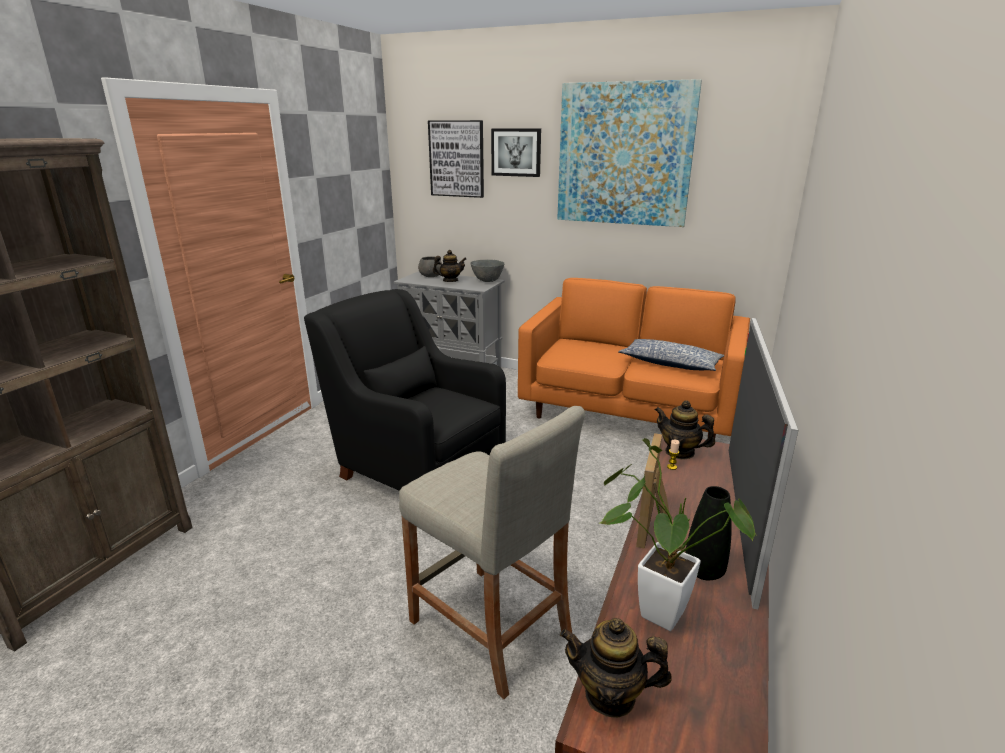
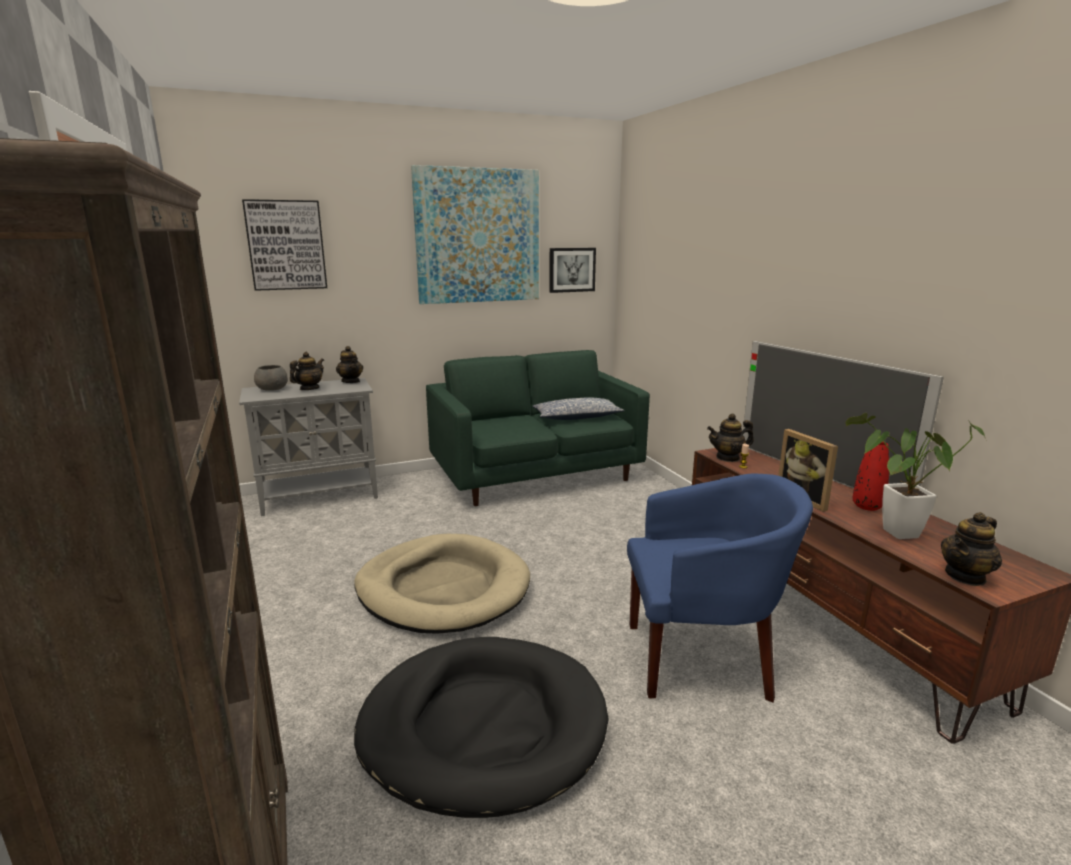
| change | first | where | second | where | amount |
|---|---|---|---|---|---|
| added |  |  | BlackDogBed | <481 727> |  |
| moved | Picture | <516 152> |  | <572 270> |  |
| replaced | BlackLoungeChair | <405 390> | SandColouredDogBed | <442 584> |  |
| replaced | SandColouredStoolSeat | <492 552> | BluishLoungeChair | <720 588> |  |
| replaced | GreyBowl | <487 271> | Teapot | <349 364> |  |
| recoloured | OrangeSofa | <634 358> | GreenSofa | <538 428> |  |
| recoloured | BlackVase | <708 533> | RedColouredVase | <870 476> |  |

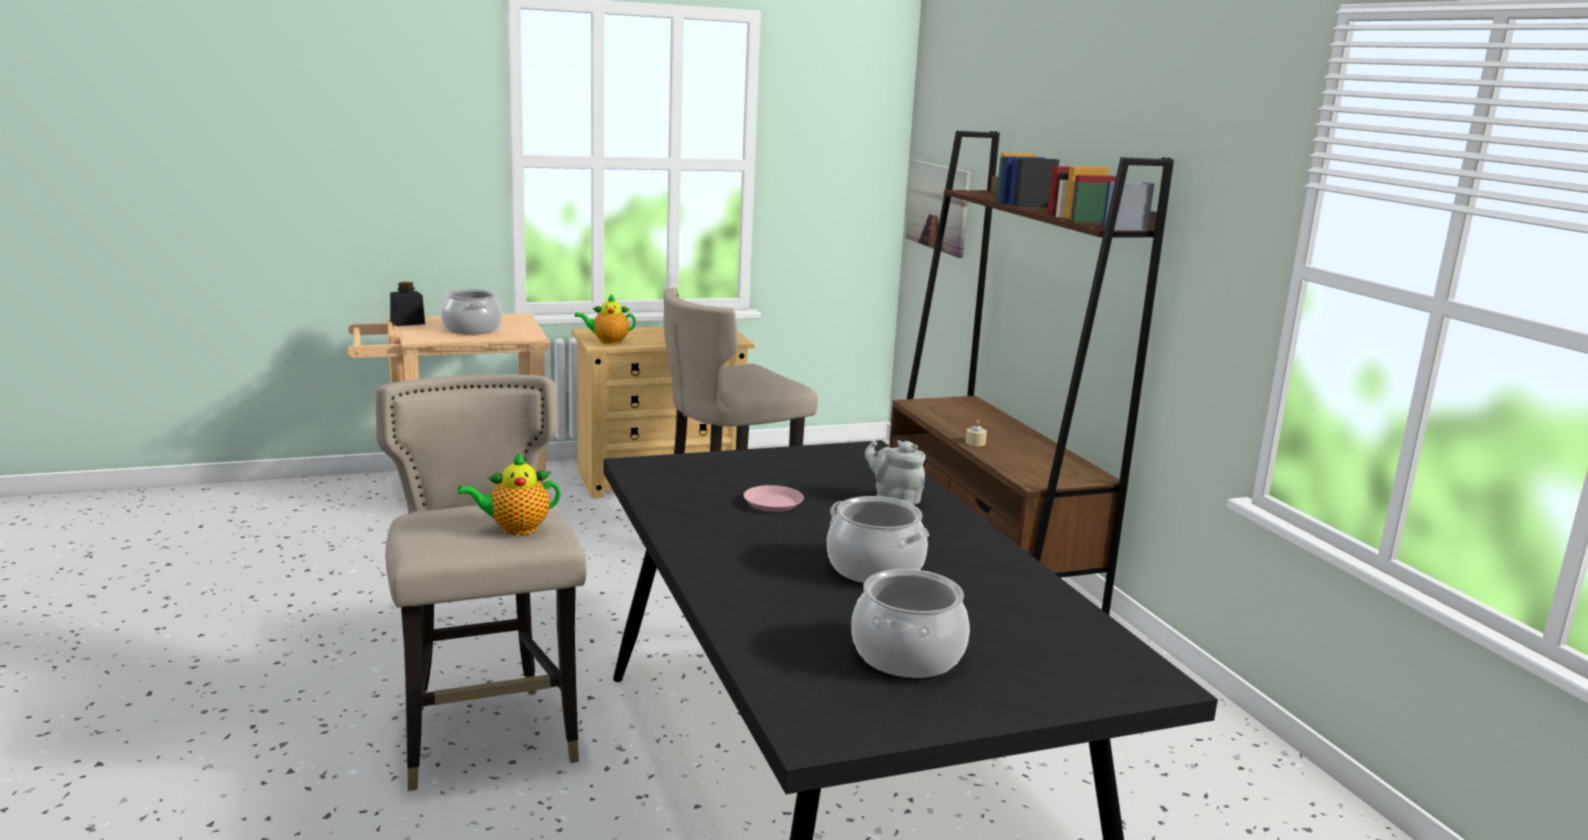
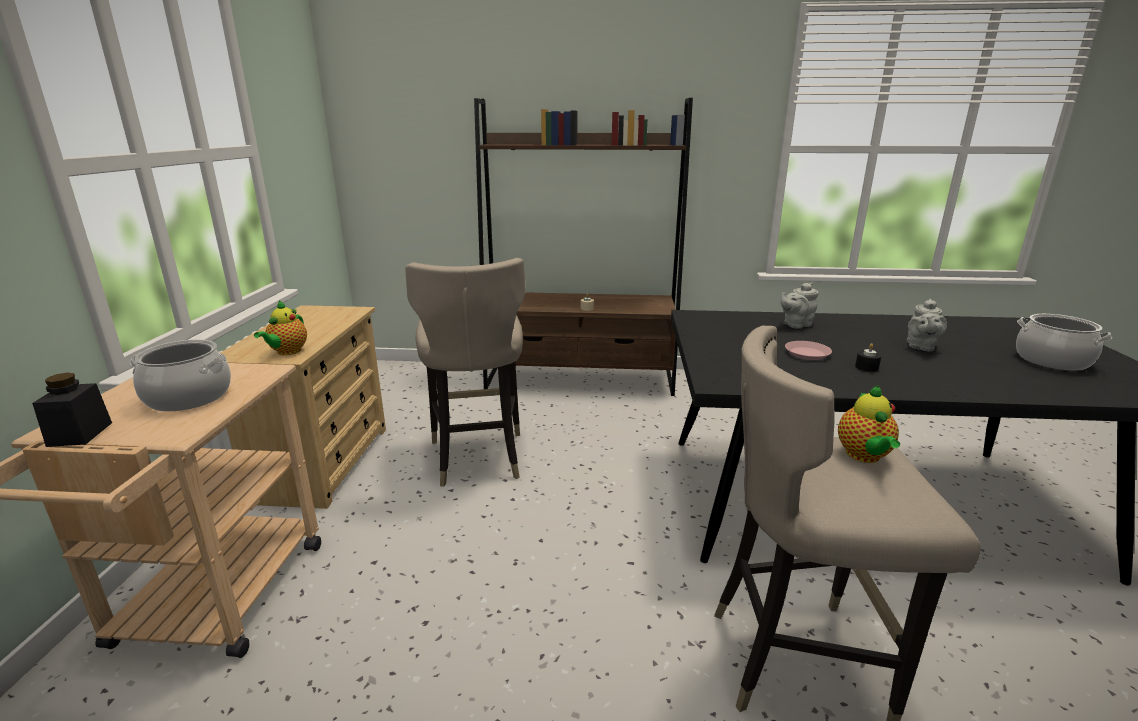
| change | first | where | second | where | amount |
|---|---|---|---|---|---|
| removed | Picture | <938 209> |  |  |  |
| added |  |  | BlackWaxLight | <868 357> |  |
| replaced | Stockpot | <878 539> | GreyTeapot | <927 325> |  |

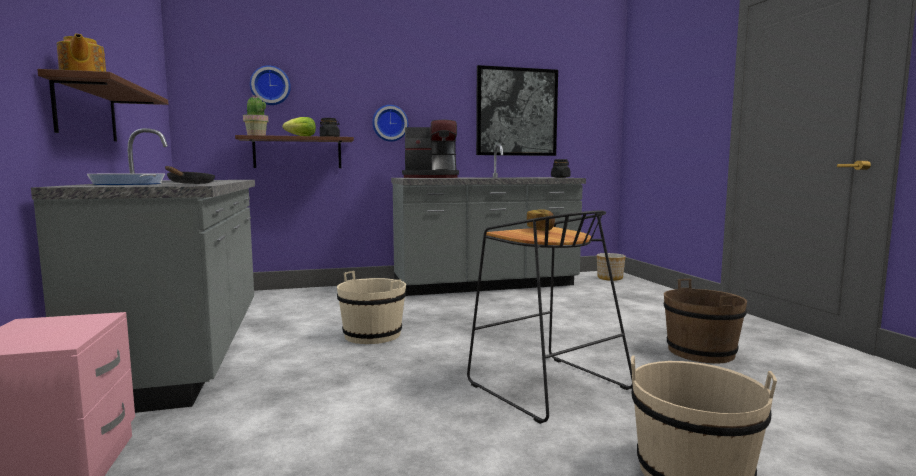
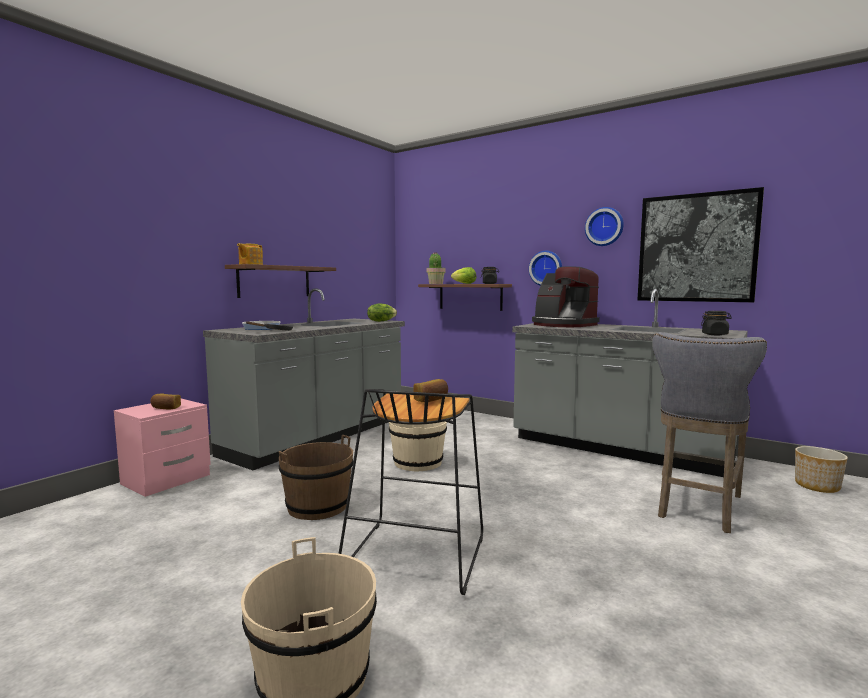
| change | first | where | second | where | amount |
|---|---|---|---|---|---|
| added |  |  | Bread | <166 401> |  |
| added |  |  | HeadOfLettuce | <382 313> |  |
| added |  |  | GreyStoolSeat | <709 432> |  |
| moved | HangingClock | <270 85> |  | <604 226> |  |
| moved | BrownColouredWaterBucket | <705 321> |  | <316 477> |  |

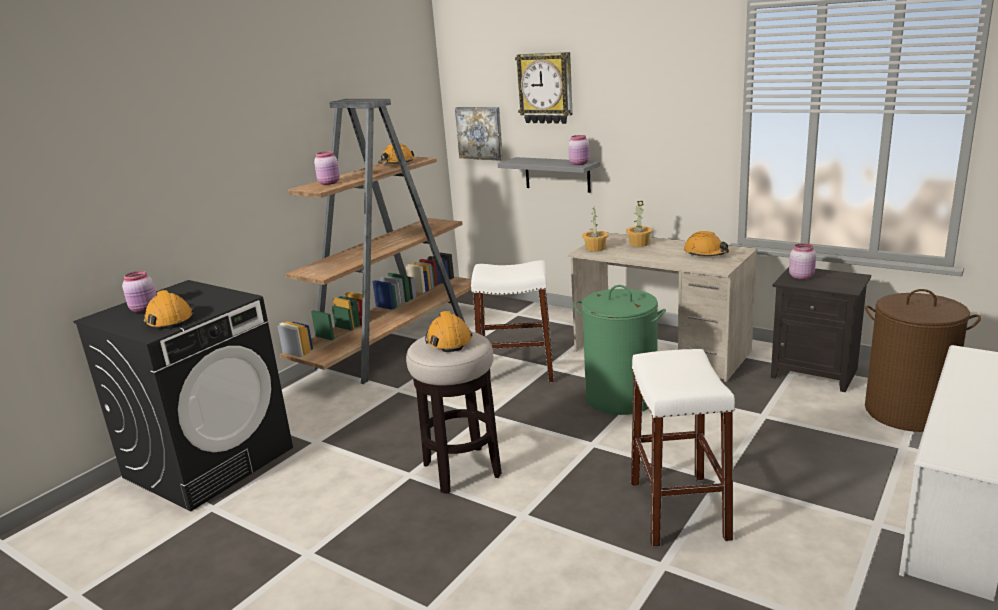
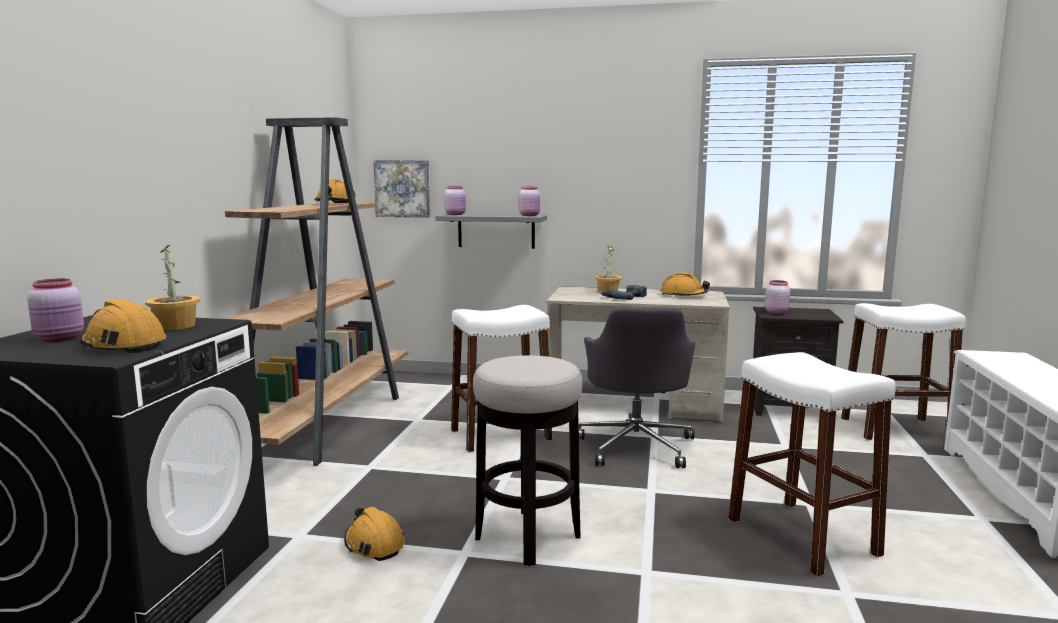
| change | first | where | second | where | amount |
|---|---|---|---|---|---|
| removed | HangingClock | <544 88> |  |  |  |
| added |  |  | PowerDrill | <623 292> |  |
| moved | PinkColouredPreserveJar | <327 168> |  | <455 200> |  |
| moved | OrangeSafetyHelmet | <448 331> |  | <374 534> |  |
| moved | PlantInAPot | <595 229> |  | <172 287> |  |
| replaced | GreenLaundryBasket | <620 350> | GreyDeskChair | <637 387> |  |
| replaced | BrownColouredLaundryBasket | <923 360> | WhitishStoolSeat | <903 371> |  |

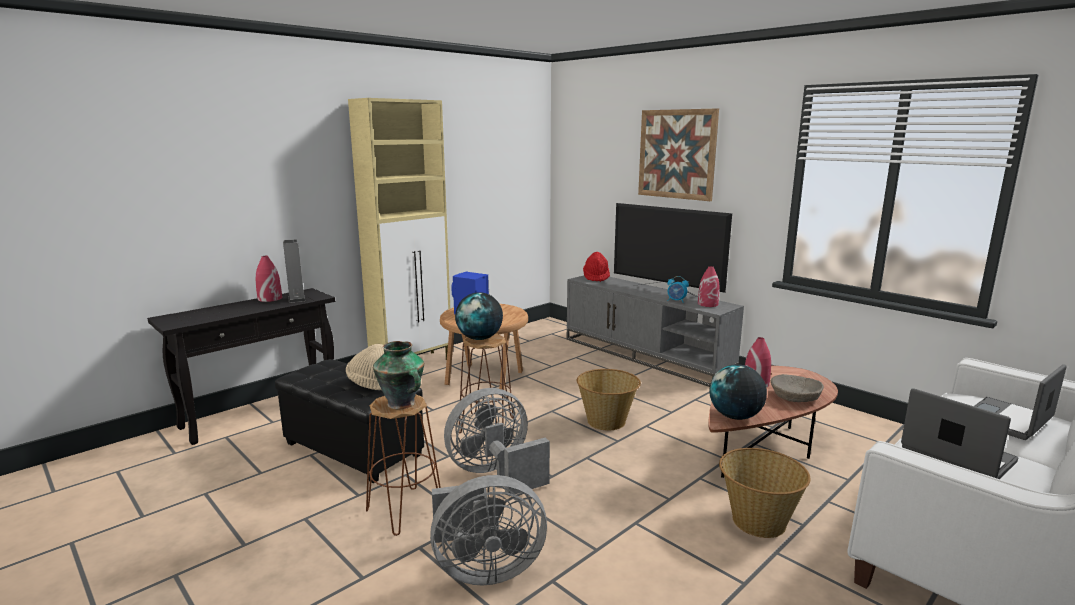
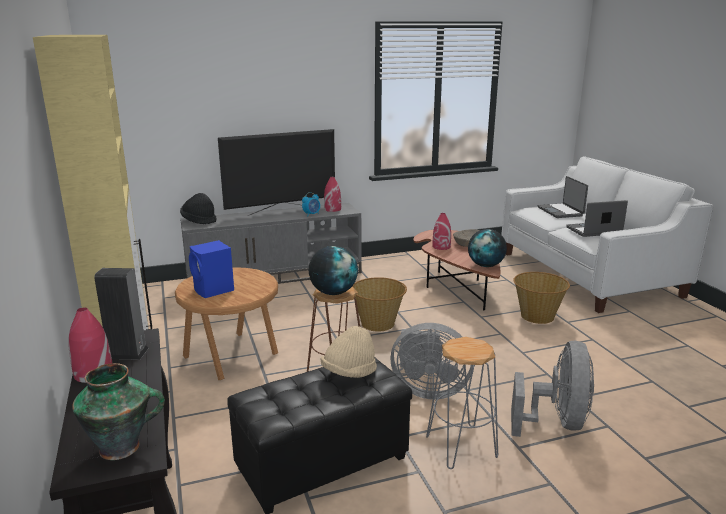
| change | first | where | second | where | amount |
|---|---|---|---|---|---|
| removed | Picture | <678 155> |  |  |  |
| moved | Vase | <398 375> |  | <118 411> |  |
| recoloured | BrownColouredStoolSeat | <403 465> | GreyStoolSeat | <462 403> |  |
| recoloured | RedColouredWearableHat | <596 267> | BlackWearableHat | <198 208> |  |
| turned | GreyFan | <497 442> |  | <432 361> | 75 degrees counterclockwise |

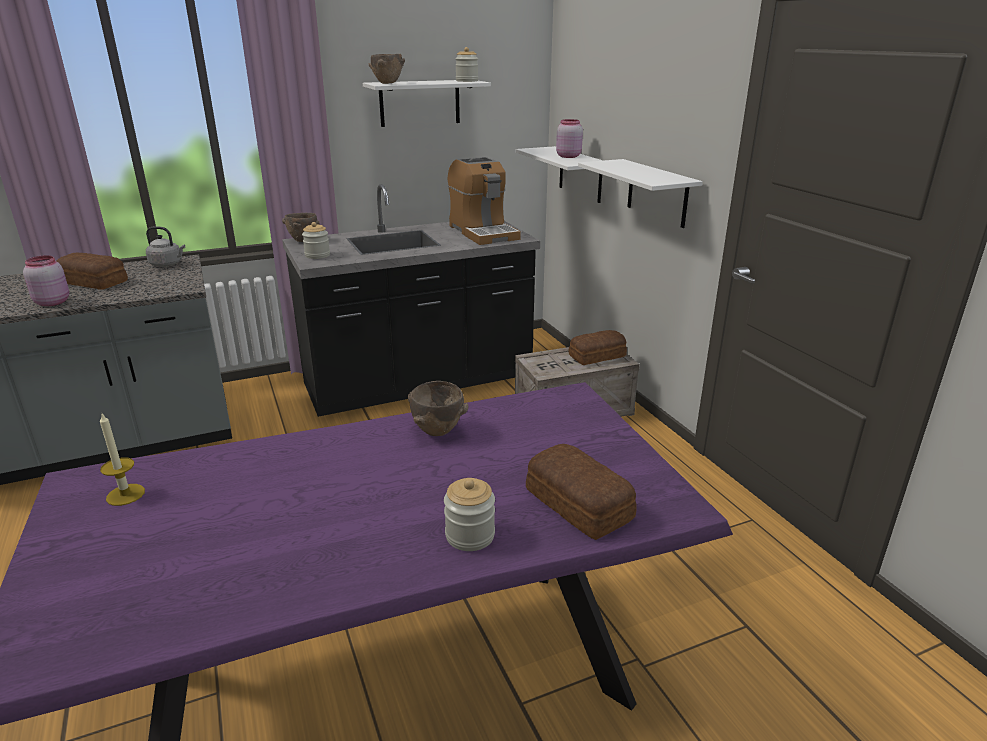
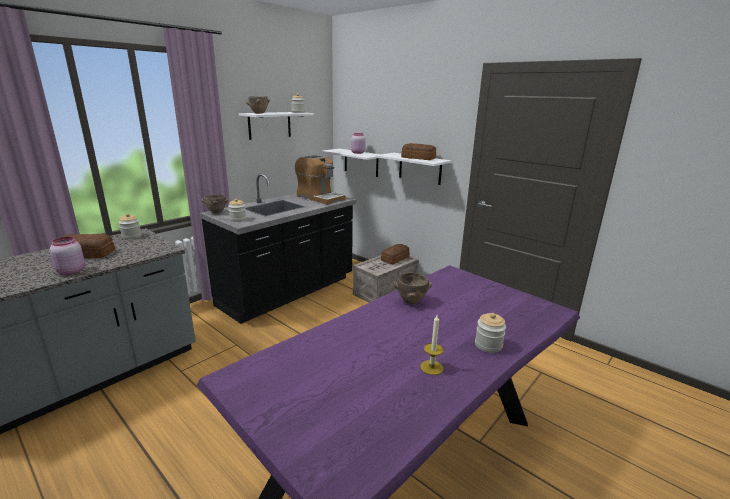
| change | first | where | second | where | amount |
|---|---|---|---|---|---|
| moved | WaxLight | <122 459> |  | <432 345> |  |
| moved | Bread | <581 492> |  | <418 151> |  |
| replaced | GreyKettle | <165 246> | PreserveJar | <130 226> |  |

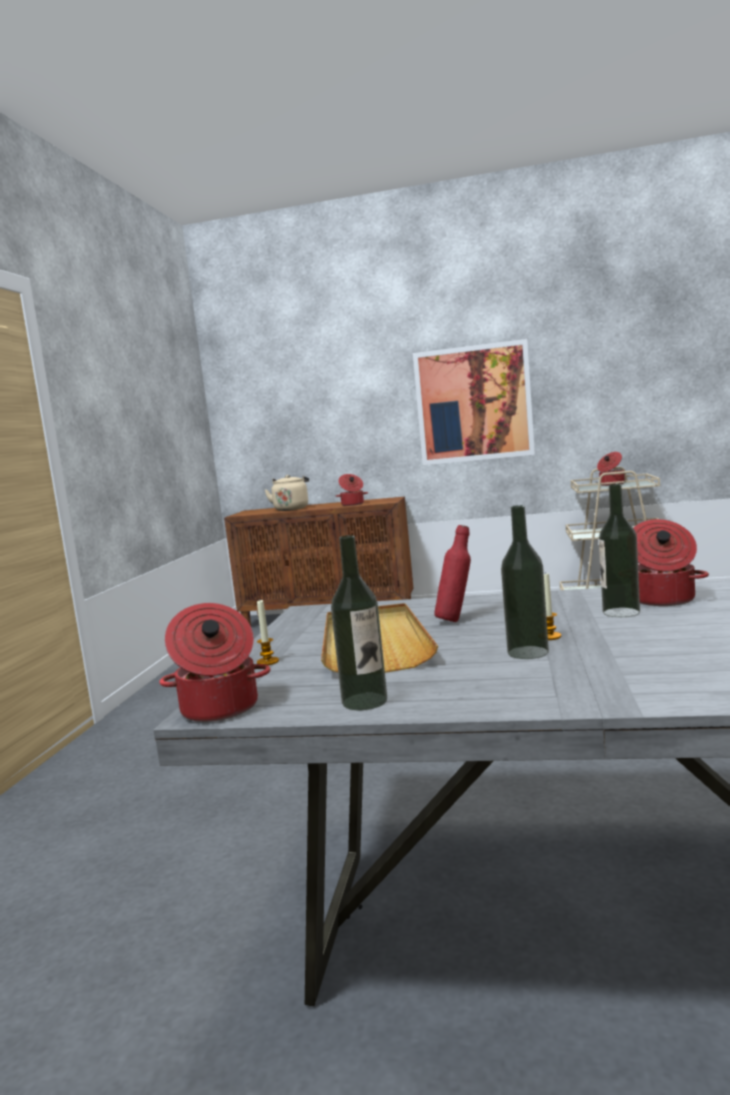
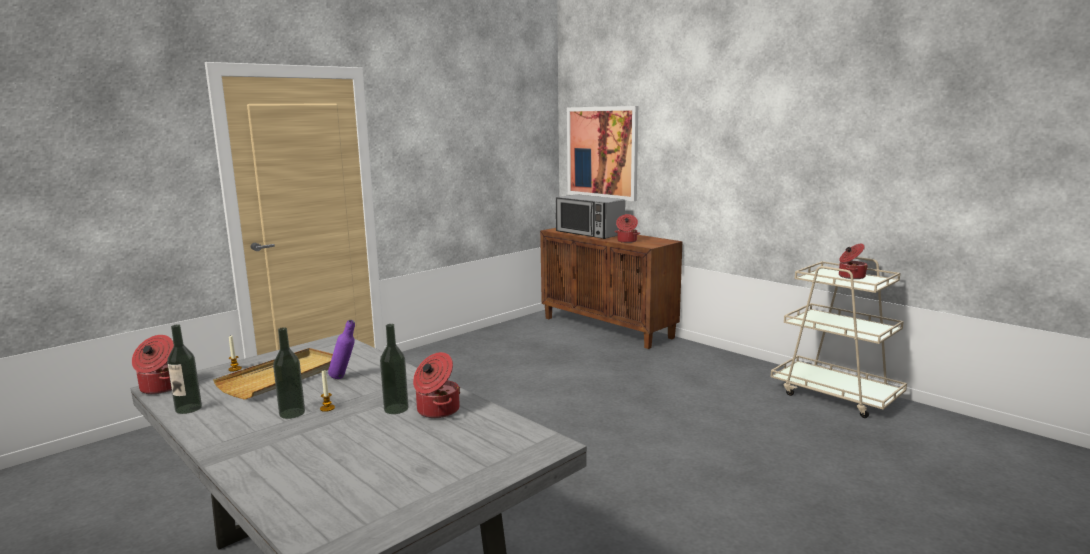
| change | first | where | second | where | amount |
|---|---|---|---|---|---|
| moved | Picture | <474 402> |  | <602 153> |  |
| replaced | SandColouredKettle | <286 493> | KitchenMicrowave | <590 216> |  |
| recoloured | RedColouredBeverageBottle | <453 573> | PurplishBeverageBottle | <341 349> |  |

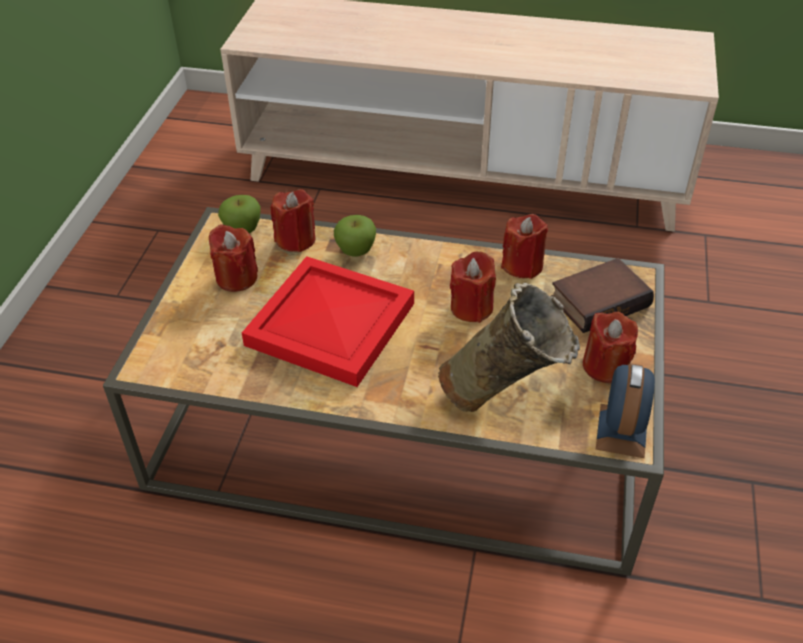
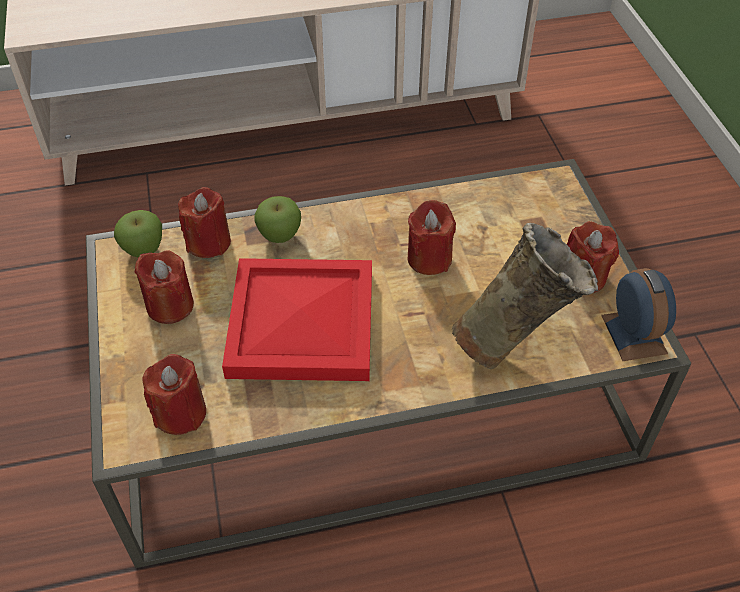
| change | first | where | second | where | amount |
|---|---|---|---|---|---|
| removed | Volume | <602 295> |  |  |  |
| moved | RedColouredWaxLight | <524 246> |  | <174 394> |  |

